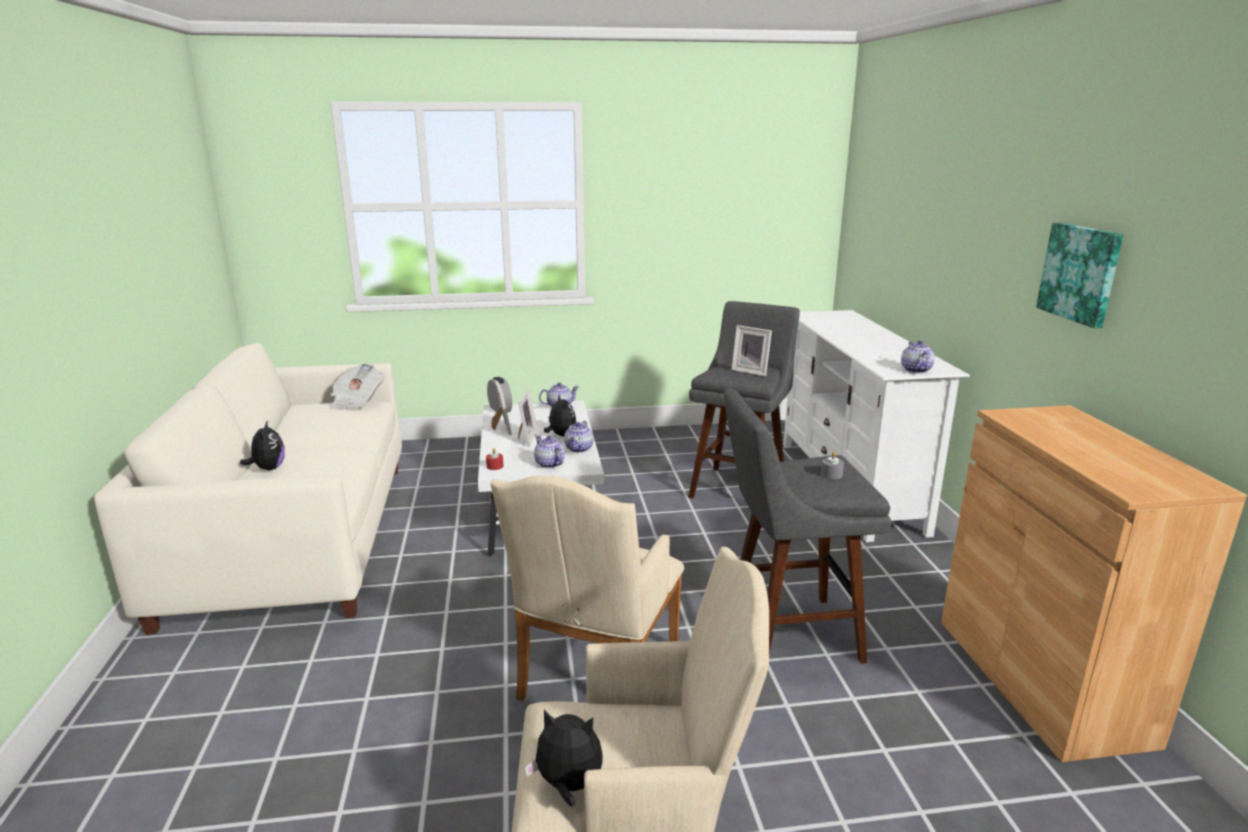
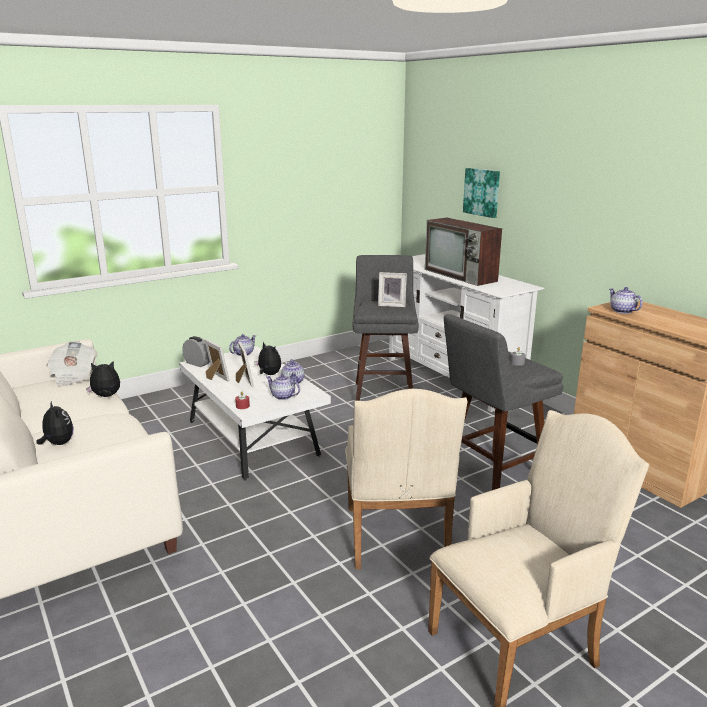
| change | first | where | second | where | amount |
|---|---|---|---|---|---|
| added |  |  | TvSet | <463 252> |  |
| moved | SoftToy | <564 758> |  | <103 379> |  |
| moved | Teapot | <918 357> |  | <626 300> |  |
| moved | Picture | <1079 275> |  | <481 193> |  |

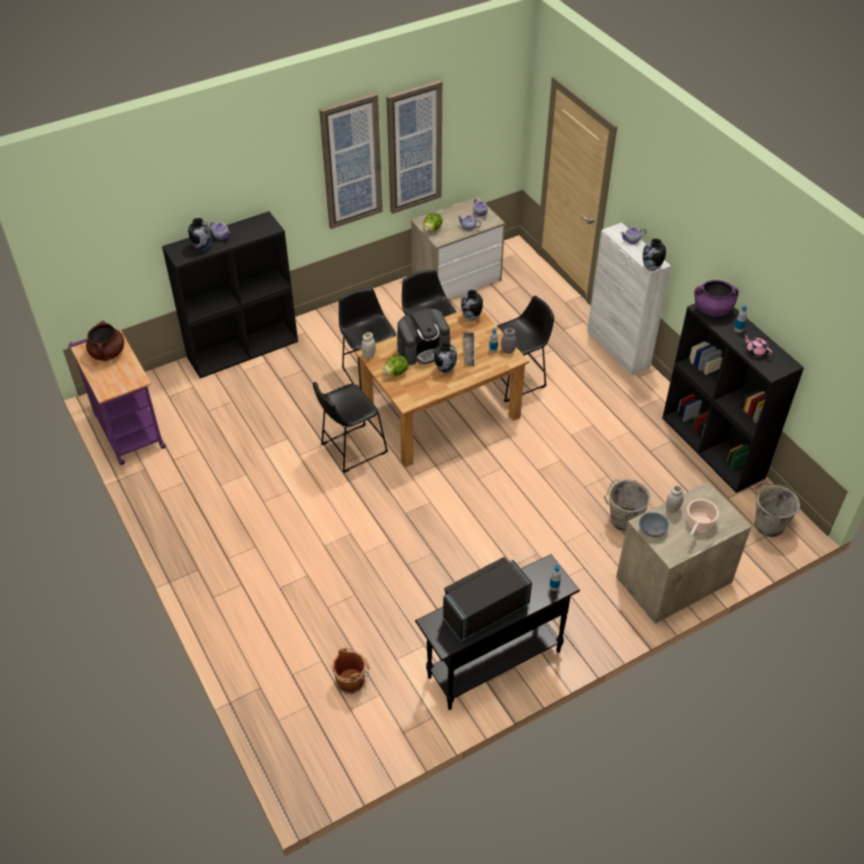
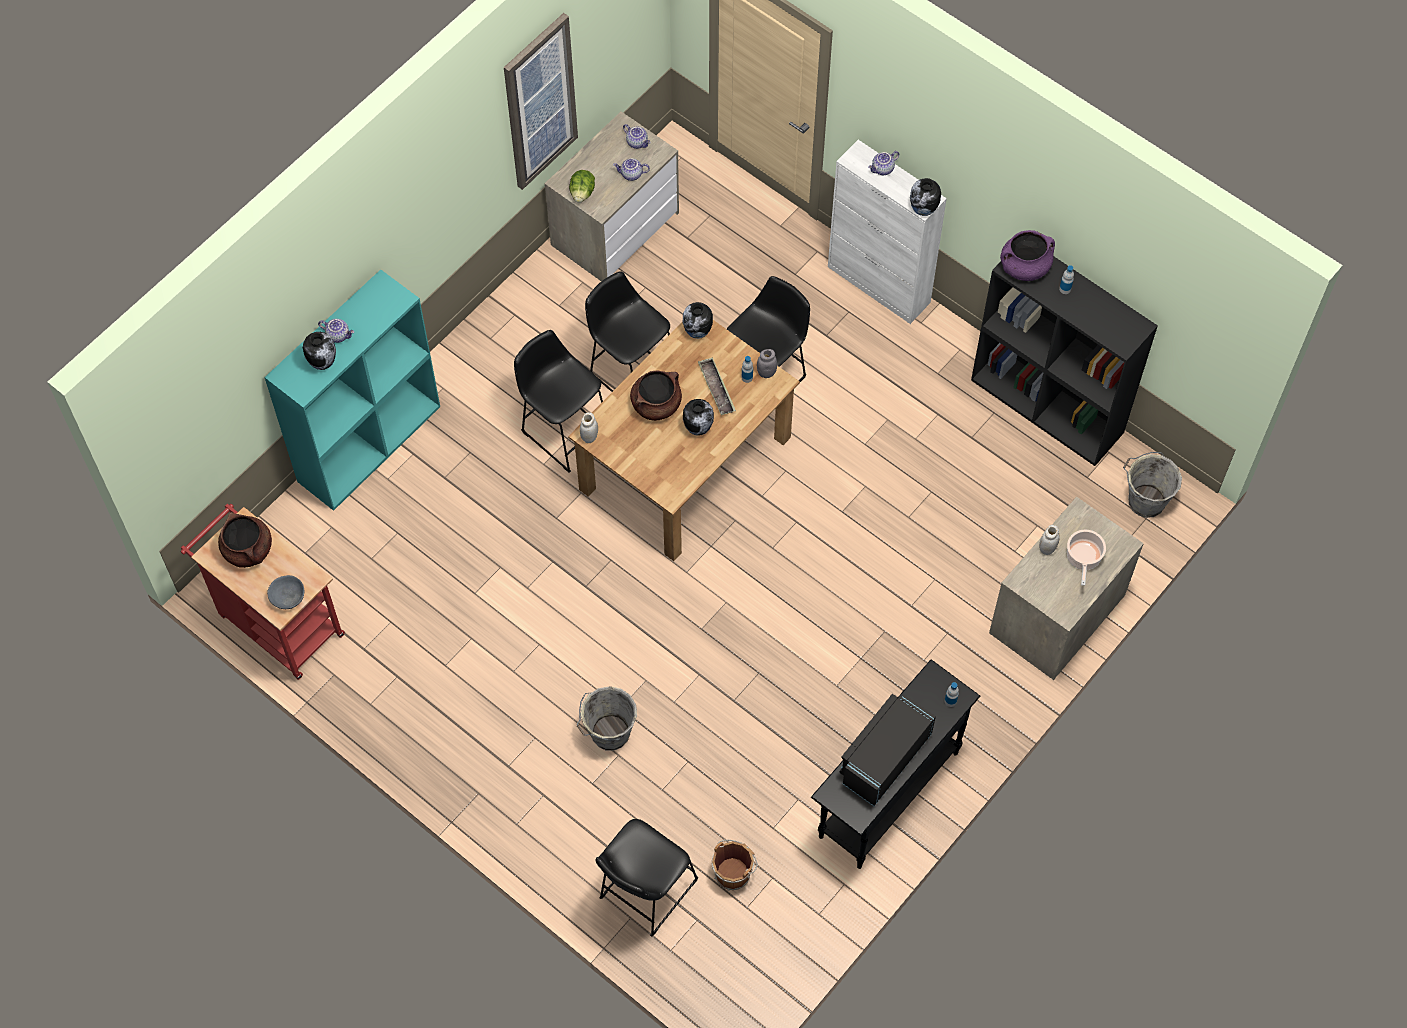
| change | first | where | second | where | amount |
|---|---|---|---|---|---|
| removed | Picture | <351 161> |  |  |  |
| removed | HeadOfLettuce | <395 365> |  |  |  |
| removed | PinkColouredTeapot | <758 345> |  |  |  |
| moved | BlackStoolSeat | <350 427> |  | <647 878> |  |
| moved | GreyWaterBucket | <627 505> |  | <607 718> |  |
| moved | GreyBowl | <654 524> |  | <285 592> |  |
| replaced | CoffeeMaker | <423 337> | BrownColouredStockpot | <656 396> |  |
| recoloured | PurplishCart | <117 397> | RedColouredCart | <263 592> |  |
| recoloured | BlackBookshelf | <230 294> | TurquoiseColouredBookshelf | <352 390> |  |

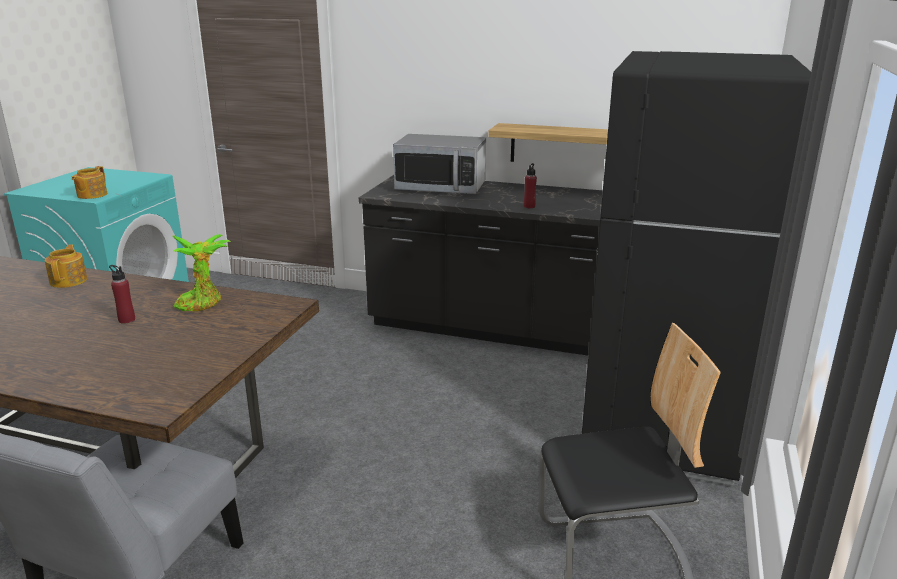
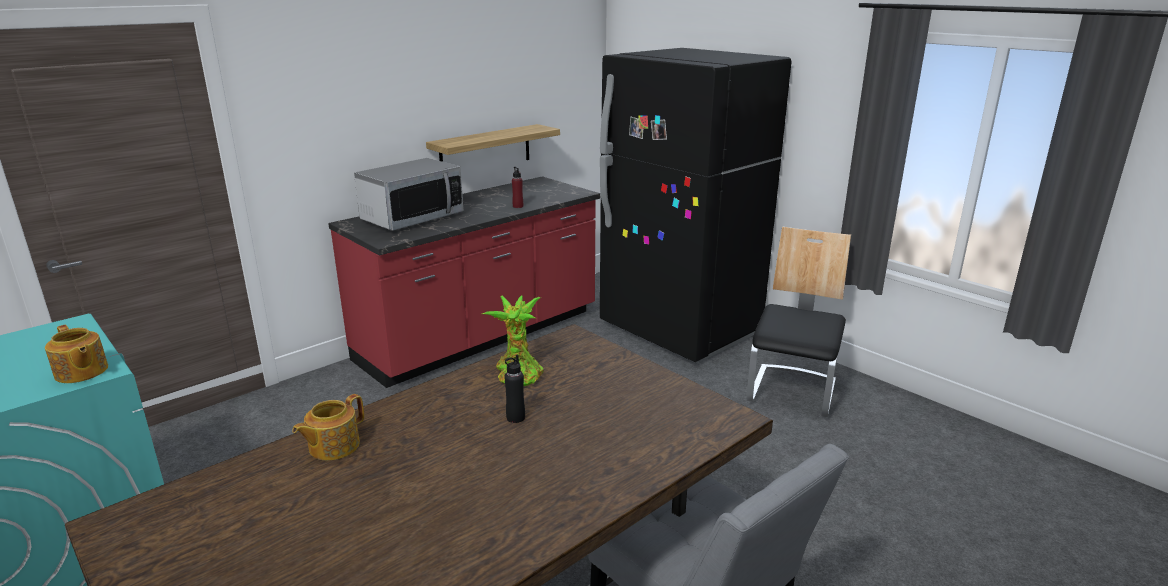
| change | first | where | second | where | amount |
|---|---|---|---|---|---|
| recoloured | RedColouredBeverageBottle | <122 294> | BlackBeverageBottle | <514 389> |  |
| recoloured | BlackKitchenBaseUnit | <480 265> | RedColouredKitchenBaseUnit | <464 282> |  |
| turned | Teapot | <66 266> |  | <328 427> | 75 degrees counterclockwise |

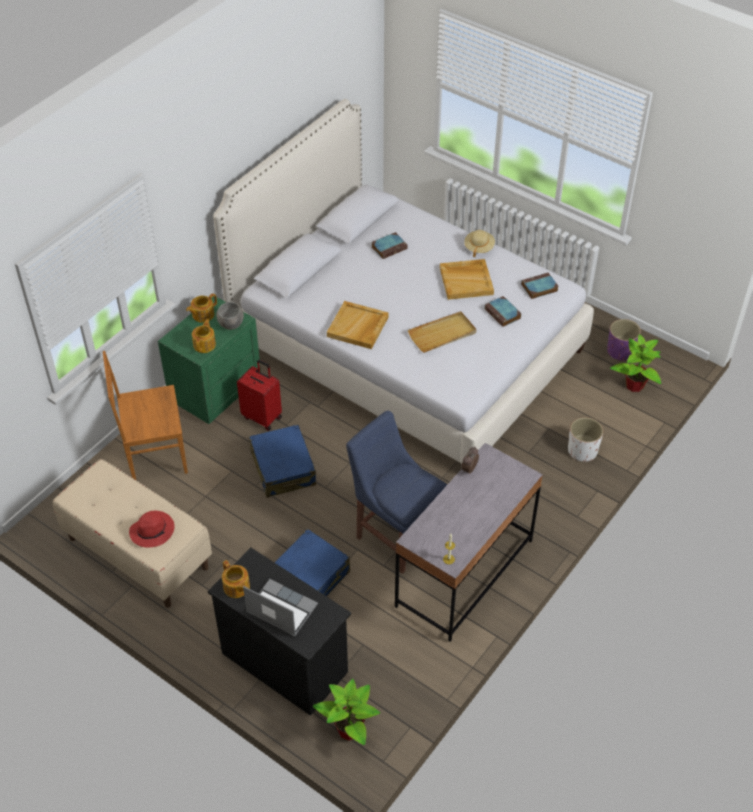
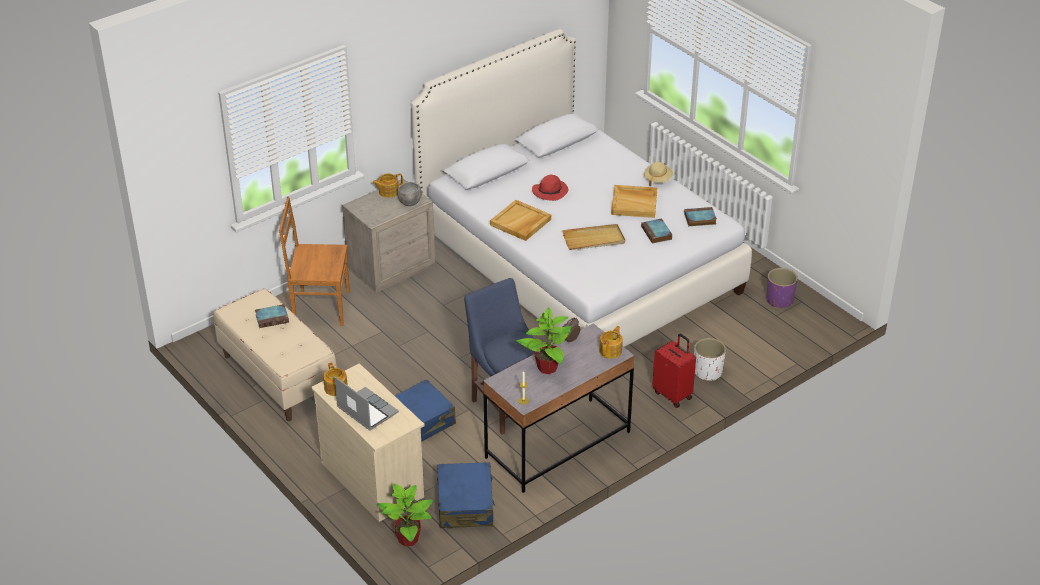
| change | first | where | second | where | amount |
|---|---|---|---|---|---|
| moved | RedColouredWearableHat | <152 529> |  | <550 188> |  |
| moved | Teapot | <204 336> |  | <611 342> |  |
| moved | RedColouredTravelCase | <259 395> |  | <674 371> |  |
| moved | BluishTravelCase | <282 461> |  | <466 495> |  |
| moved | Volume | <389 245> |  | <272 316> |  |
| moved | PlantInAPot | <635 363> |  | <544 340> |  |
| recoloured | GreenNightTable | <209 360> | SandColouredNightTable | <389 236> |  |
| recoloured | BlackDresser | <279 632> | SandColouredDresser | <368 442> |  |

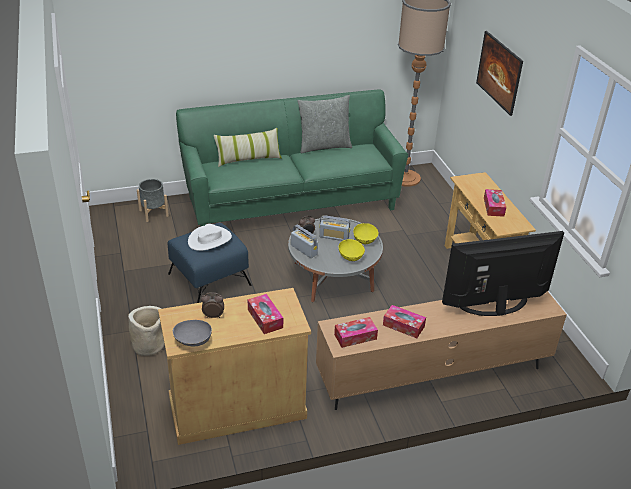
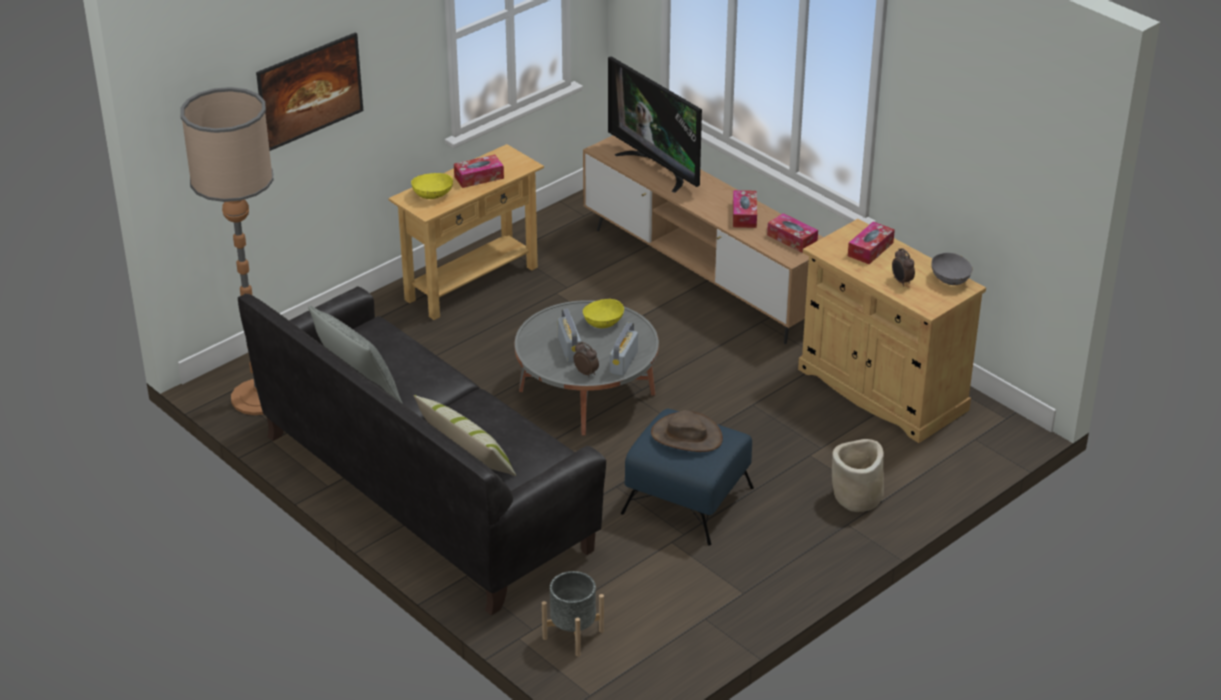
| change | first | where | second | where | amount |
|---|---|---|---|---|---|
| moved | YellowColouredBowl | <366 233> |  | <432 186> |  |
| recoloured | GreenSofa | <292 158> | BlackSofa | <422 451> |  |
| recoloured | WhitishWearableHat | <210 237> | BrownColouredWearableHat | <687 431> |  |

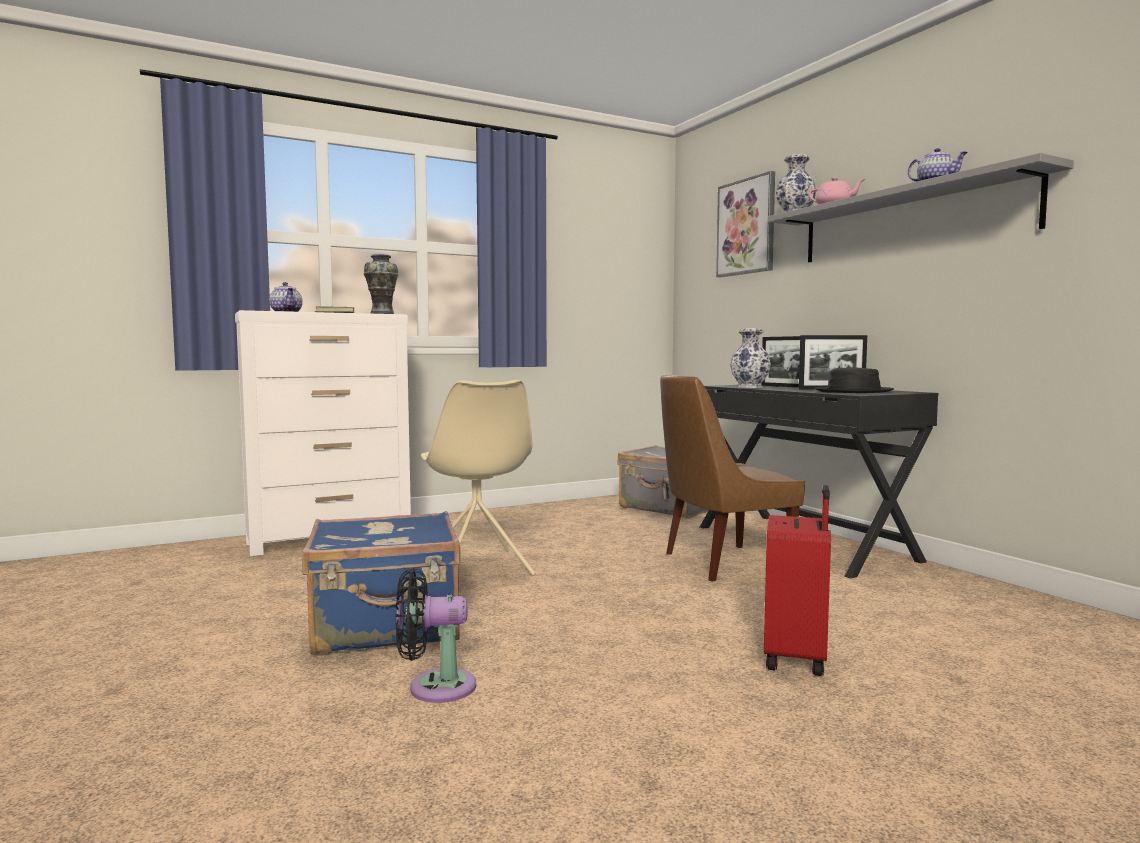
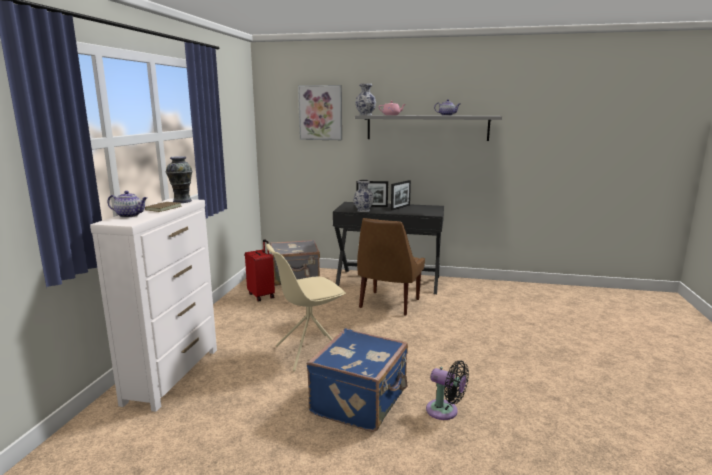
| change | first | where | second | where | amount |
|---|---|---|---|---|---|
| removed | BlackWearableHat | <854 380> |  |  |  |
| moved | RedColouredTravelCase | <797 580> |  | <260 270> |  |
| turned | BlackFan | <436 635> |  | <447 390> | 90 degrees counterclockwise |
| turned | SandColouredUprightChair | <478 478> |  | <306 307> | 135 degrees clockwise |

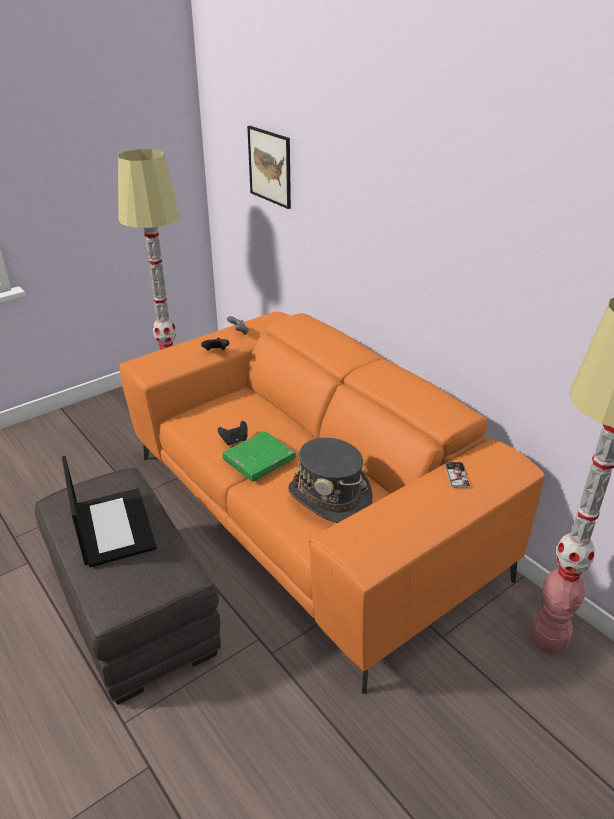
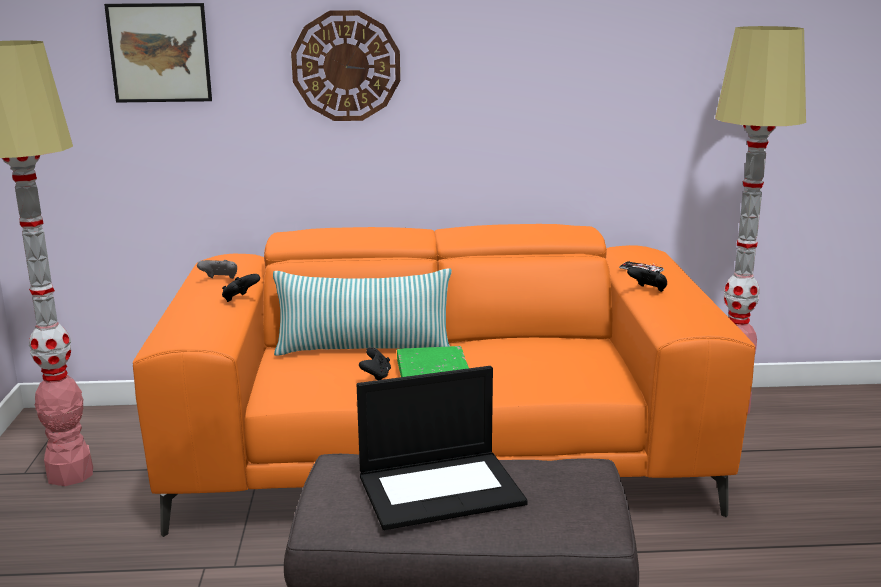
| change | first | where | second | where | amount |
|---|---|---|---|---|---|
| removed | GreyWearableHat | <330 480> |  |  |  |
| added |  |  | Pillow | <362 312> |  |
| added |  |  | HangingClock | <345 65> |  |
| added |  |  | BlackGamepad | <647 279> |  |
| turned | PortableComputer | <109 511> |  | <442 448> | 150 degrees clockwise |

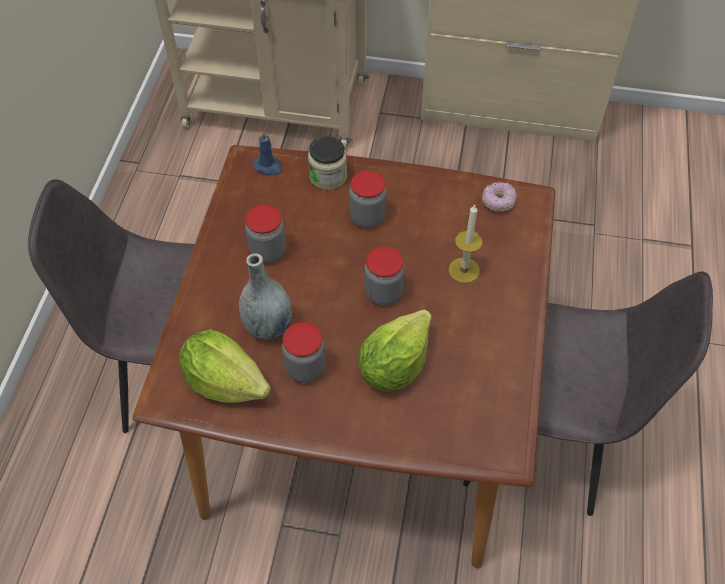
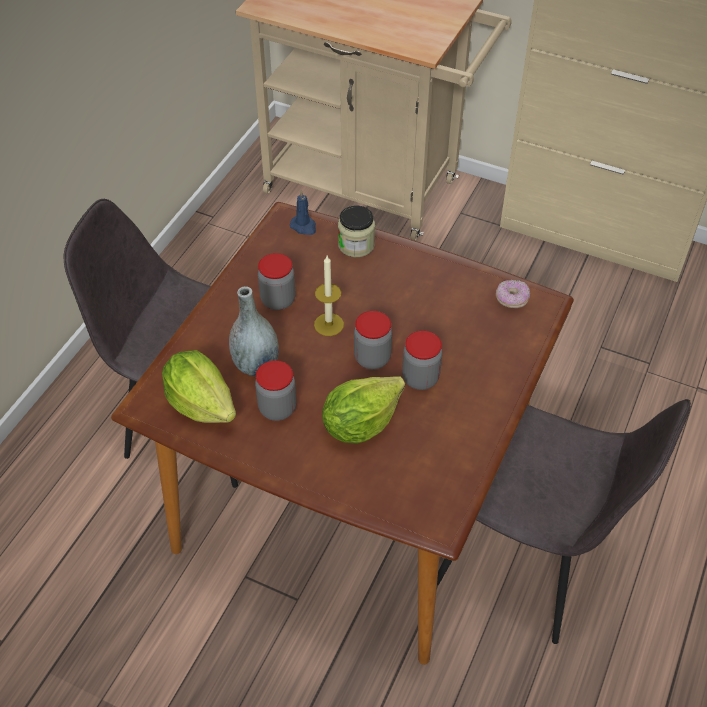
| change | first | where | second | where | amount |
|---|---|---|---|---|---|
| moved | PreserveJar | <368 199> |  | <422 360> |  |
| moved | WaxLight | <465 244> |  | <329 296> |  |

